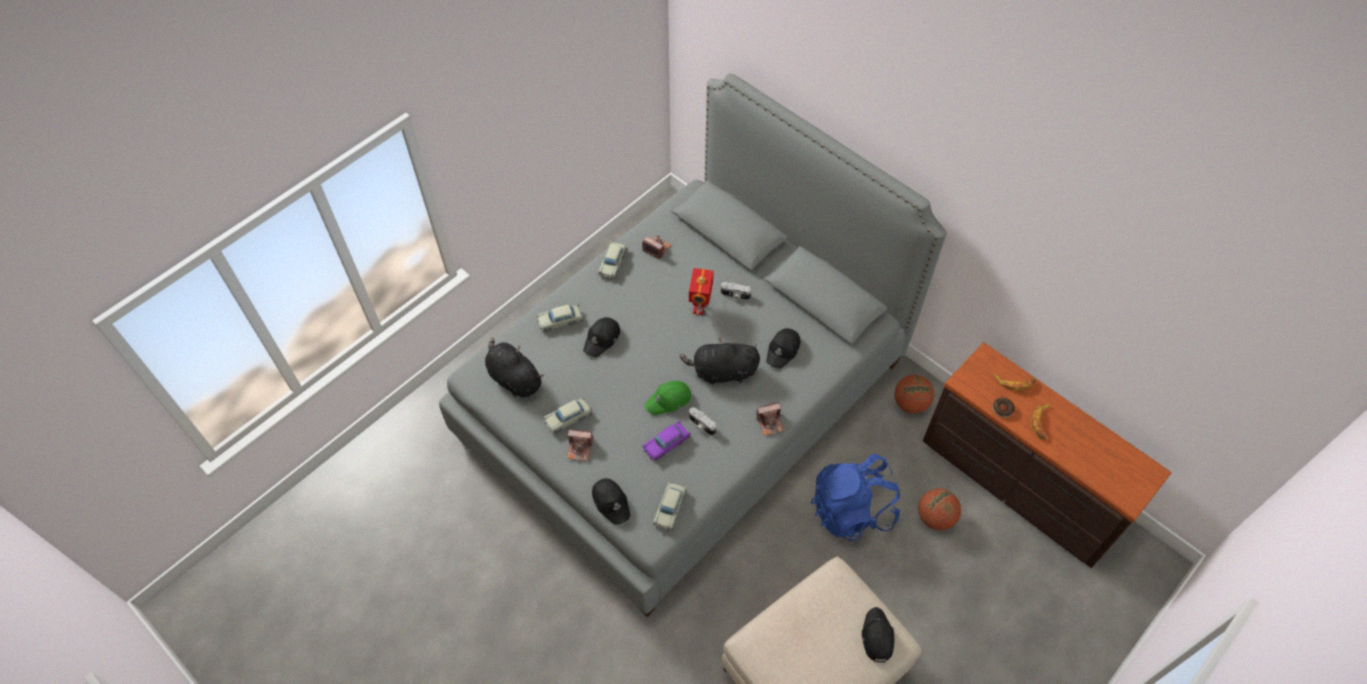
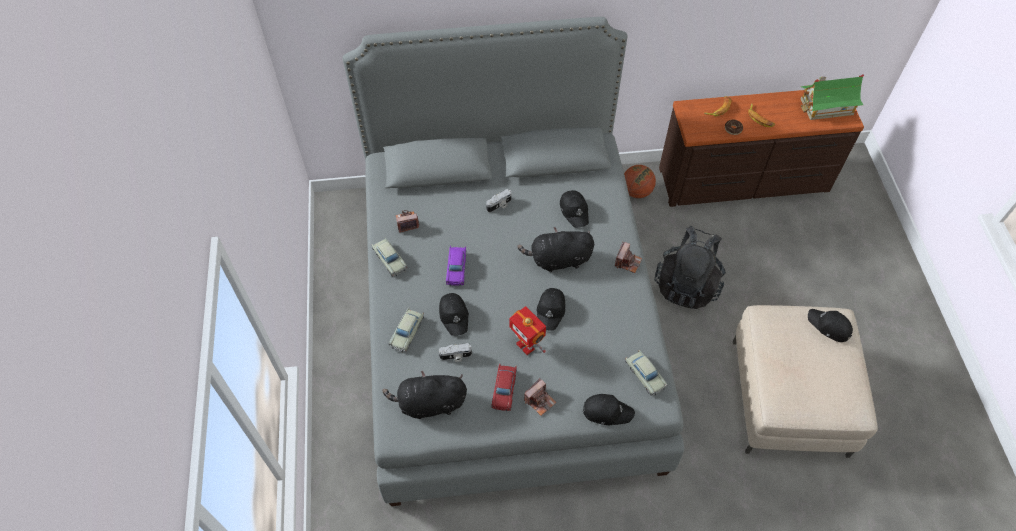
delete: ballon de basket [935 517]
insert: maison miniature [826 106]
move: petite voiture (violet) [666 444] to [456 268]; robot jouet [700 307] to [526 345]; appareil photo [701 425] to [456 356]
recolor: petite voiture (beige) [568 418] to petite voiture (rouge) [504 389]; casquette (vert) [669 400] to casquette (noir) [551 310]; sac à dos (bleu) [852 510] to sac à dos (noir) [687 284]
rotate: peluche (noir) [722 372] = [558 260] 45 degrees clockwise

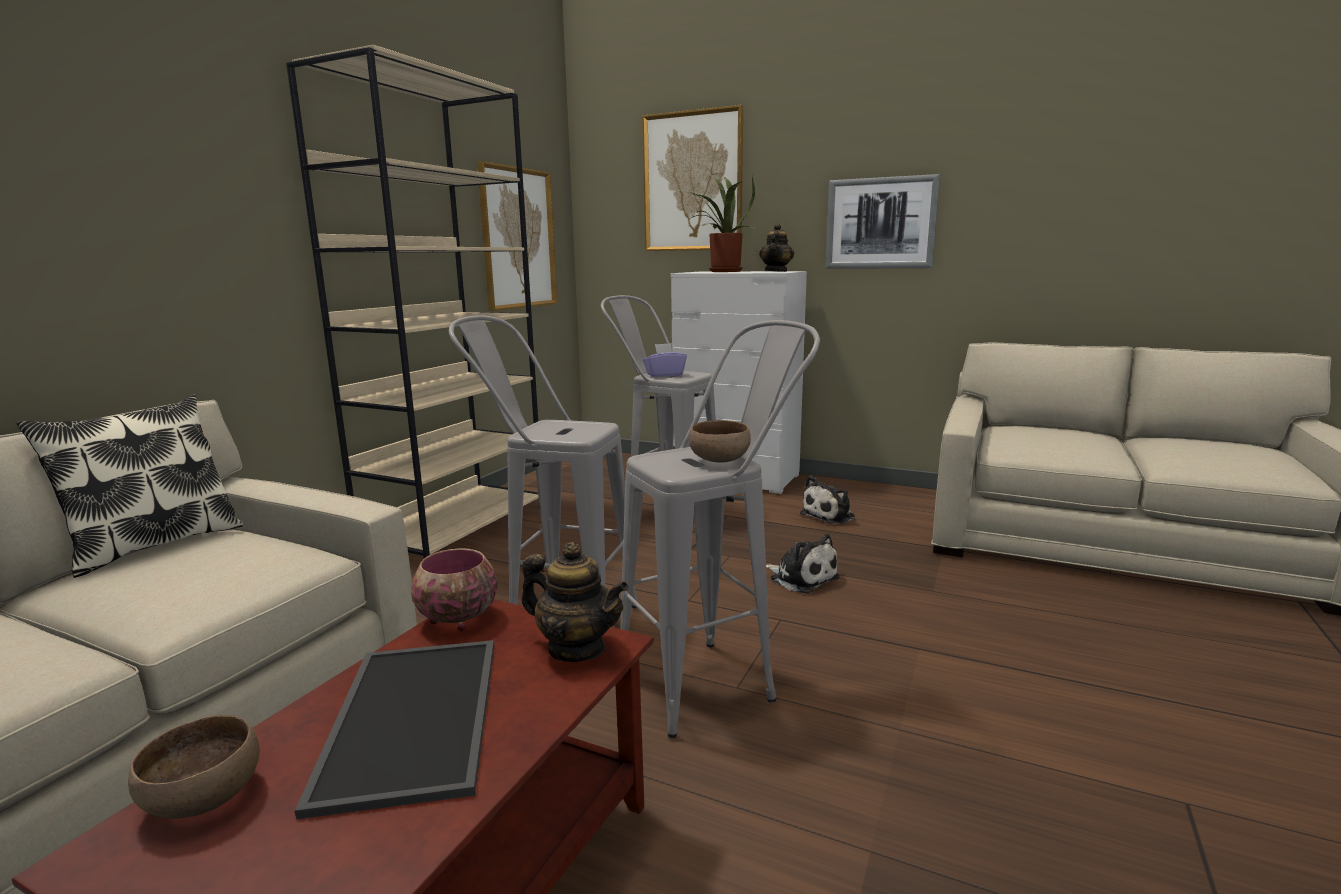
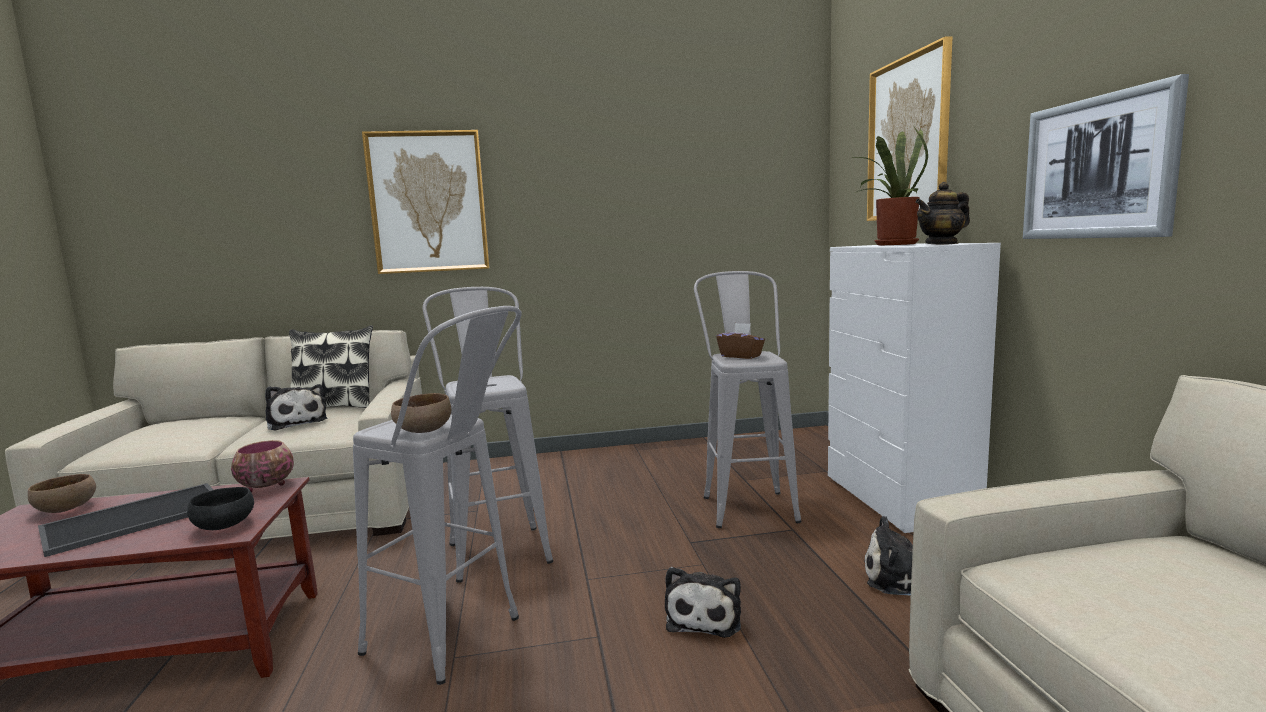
delete: bibliothèque (beige) [457 529]
insert: peluche [296 422]
move: tableau [518 239] to [428 202]
replace: théière [576 648] to bol (noir) [226 526]
recolor: boîte à mouchoirs (violet) [664 375] to boîte à mouchoirs (marron) [741 356]

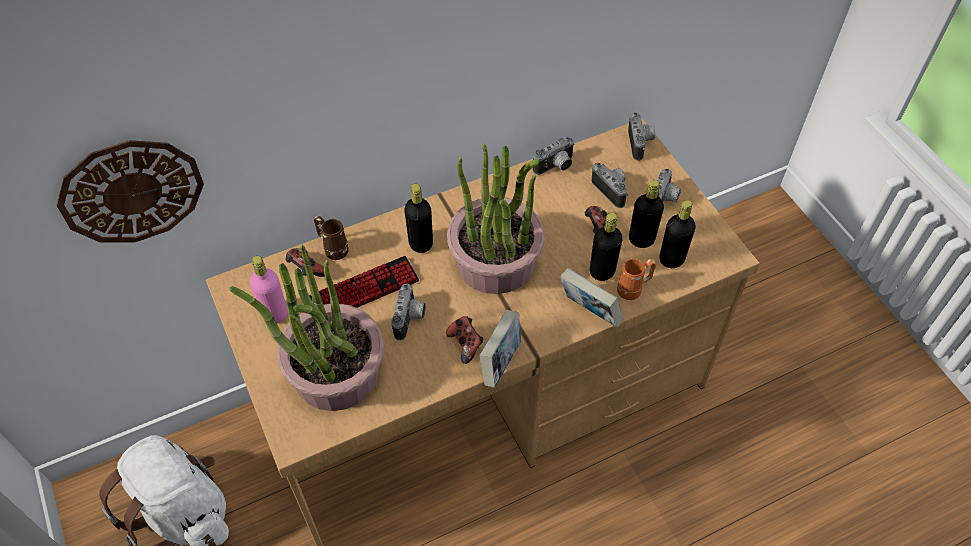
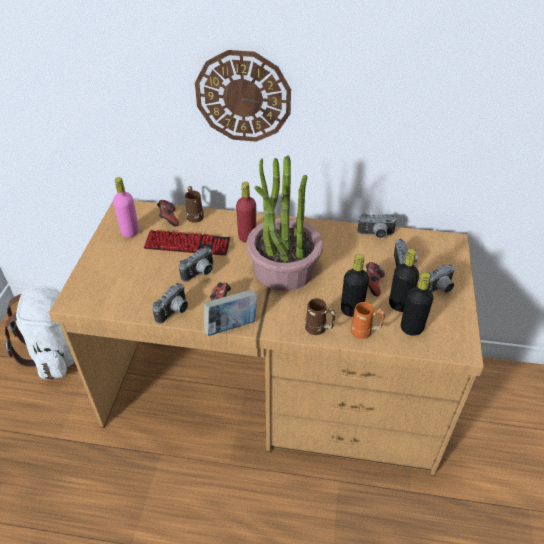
delete: plante en pot [335 373]
move: horloge murale [131 191] to [243 97]; appareil photo [641 144] to [175 312]
replace: livre [589 312] to mug (marron) [319 329]
recolor: bouteille (noir) [421 243] to bouteille (rouge) [247 236]

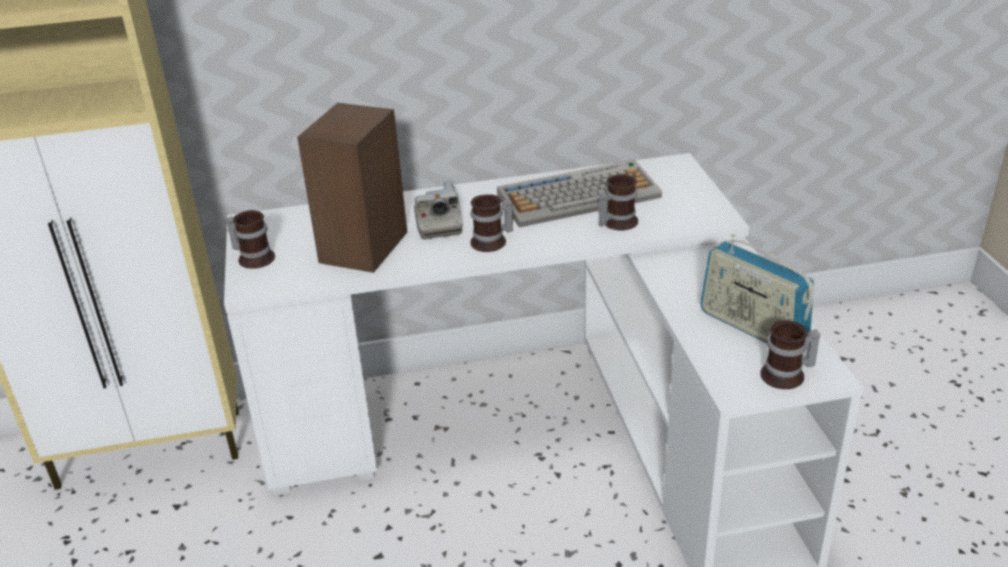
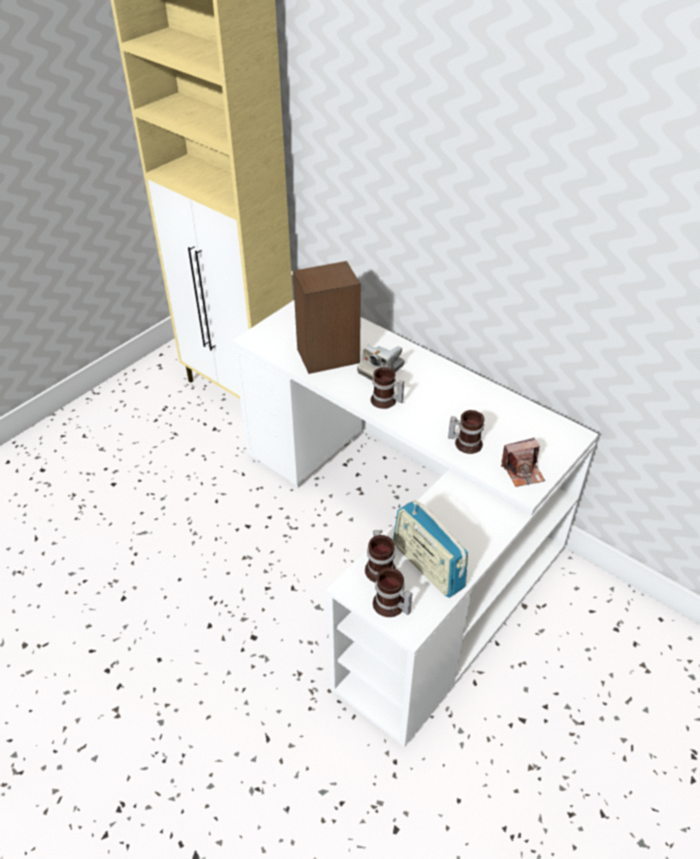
delete: clavier [579 196]
insert: appareil photo [522 471]
move: mug [254 257] to [381 567]
rotate: radio [752 327] = [428 566] 45 degrees counterclockwise

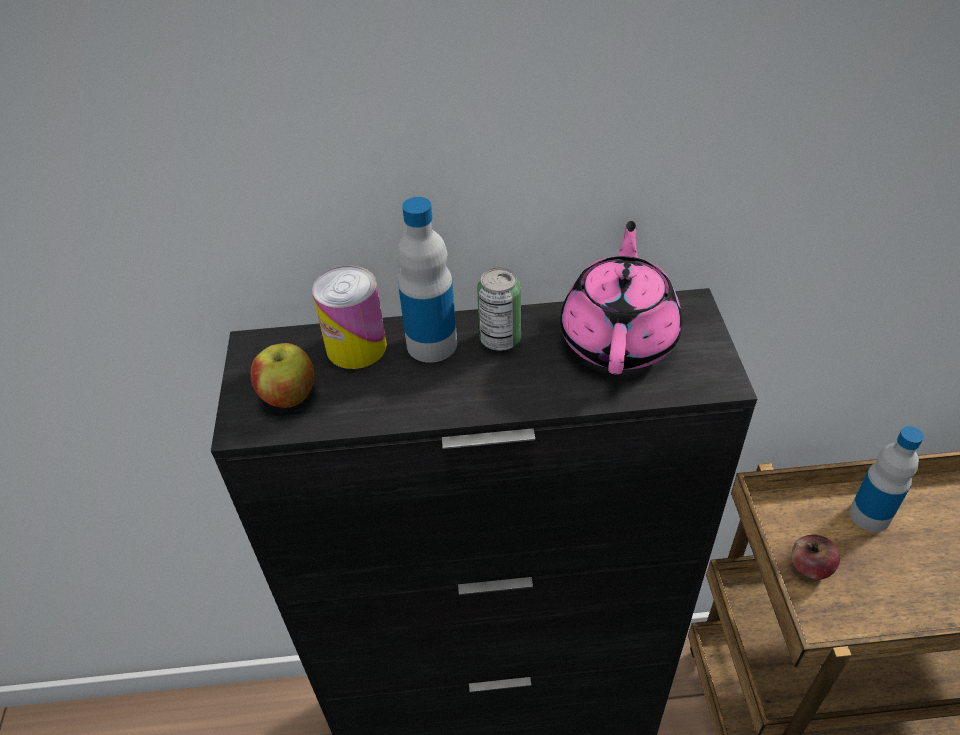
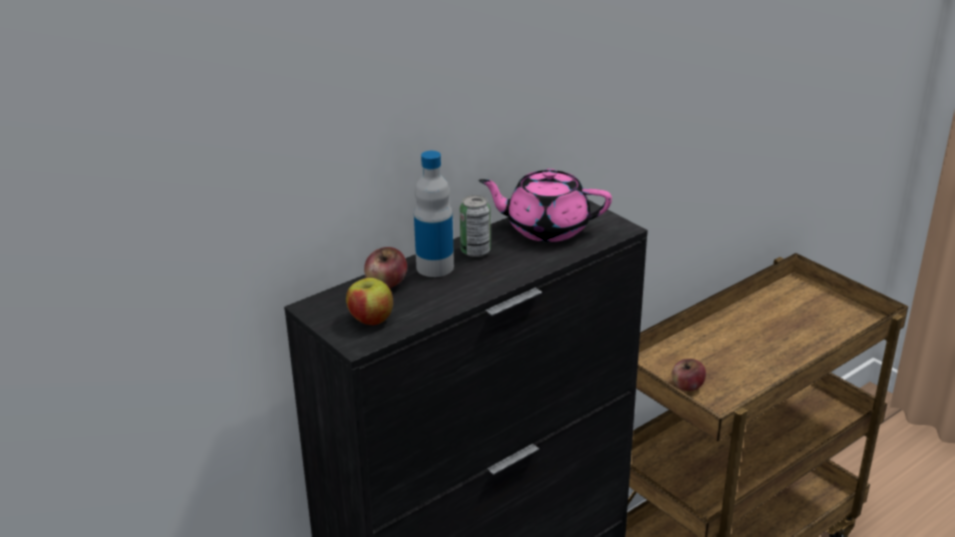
delete: bouteille [869 515]
replace: boîte métallique [356 347] to pomme [386 284]
rotate: théière (rose) [619 337] = [546 228] 60 degrees counterclockwise

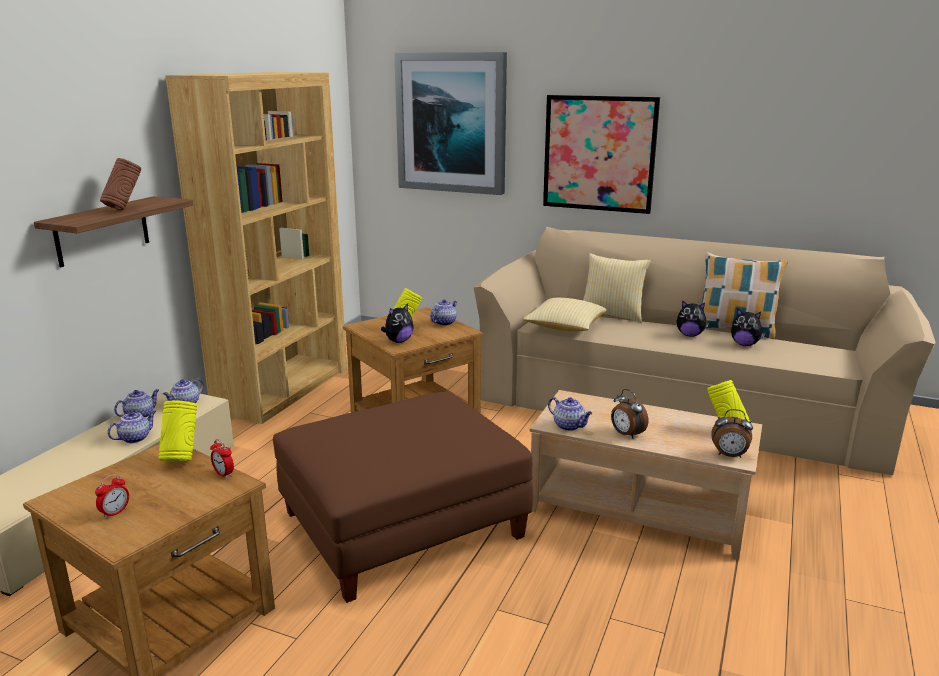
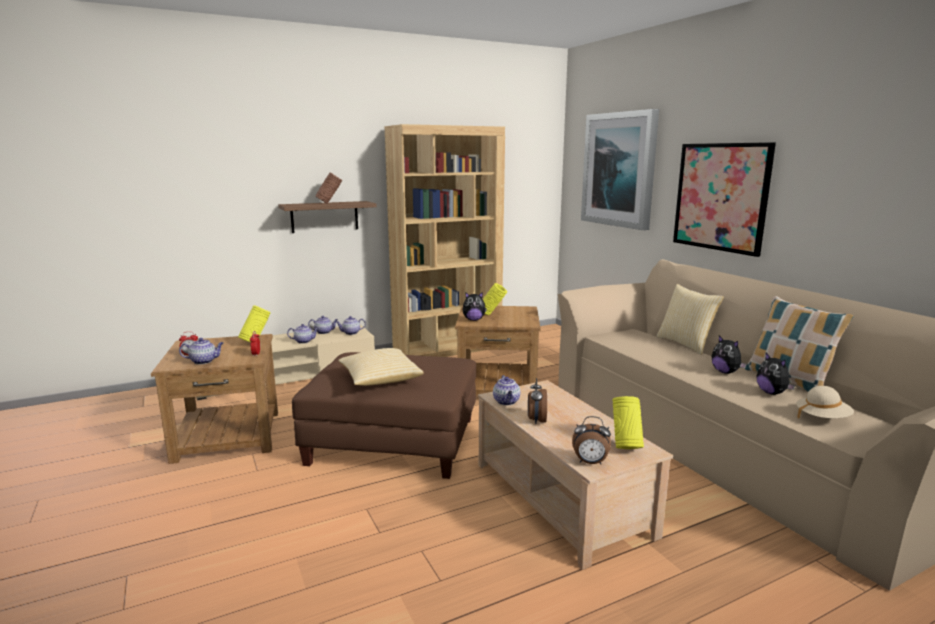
insert: chapeau (beige) [822 418]
move: théière [444 322] to [204 361]; coussin [565 327] to [380 380]
rotate: réveil [729 455] = [590 462] 45 degrees counterclockwise

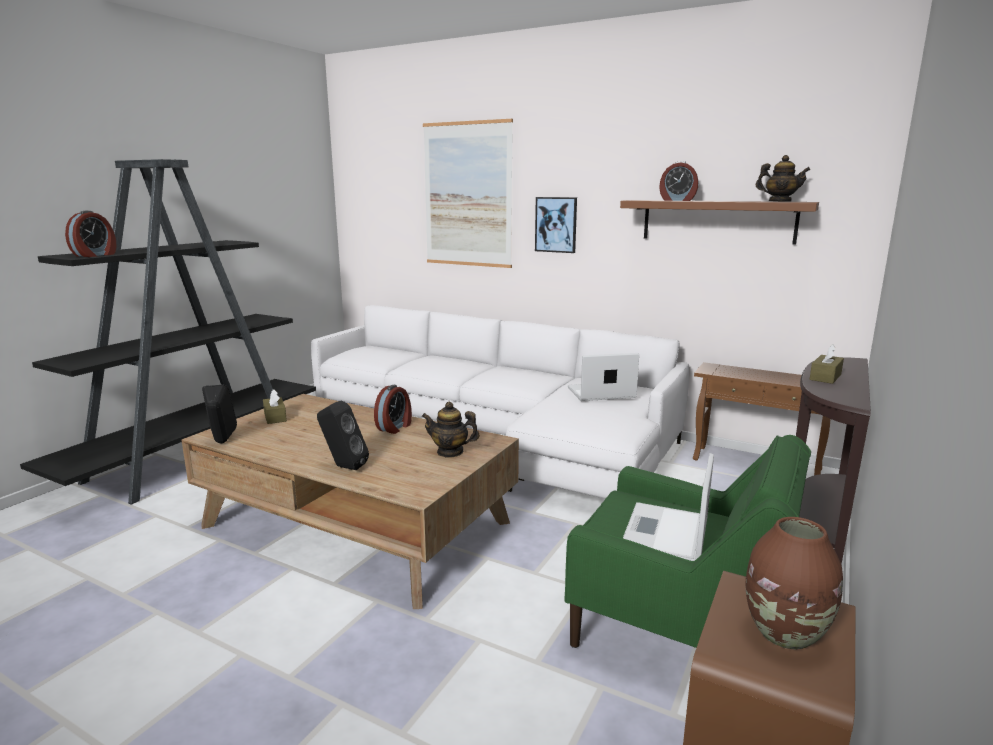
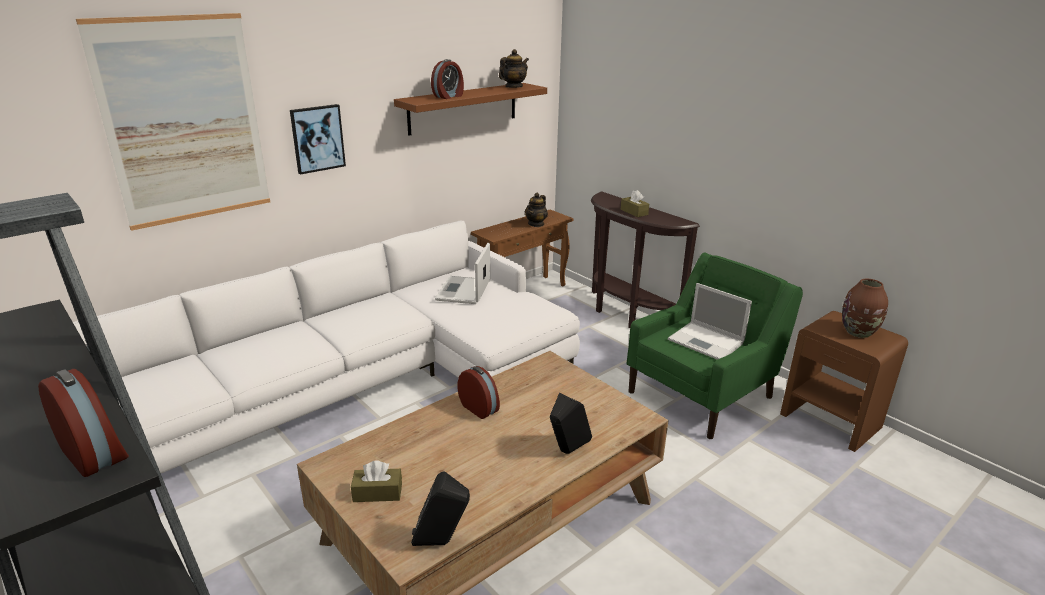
move: théière [450 452] to [536 224]

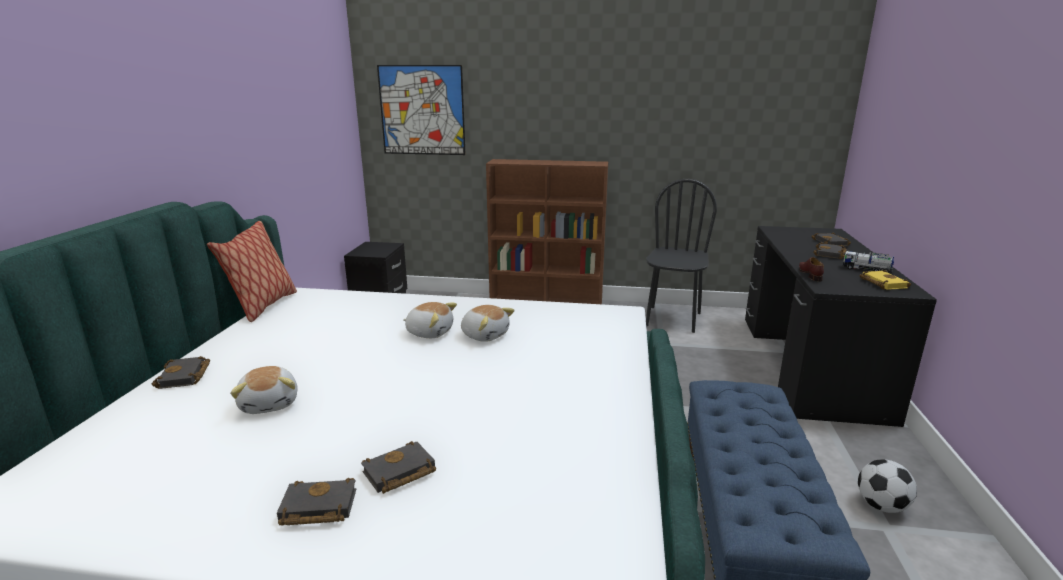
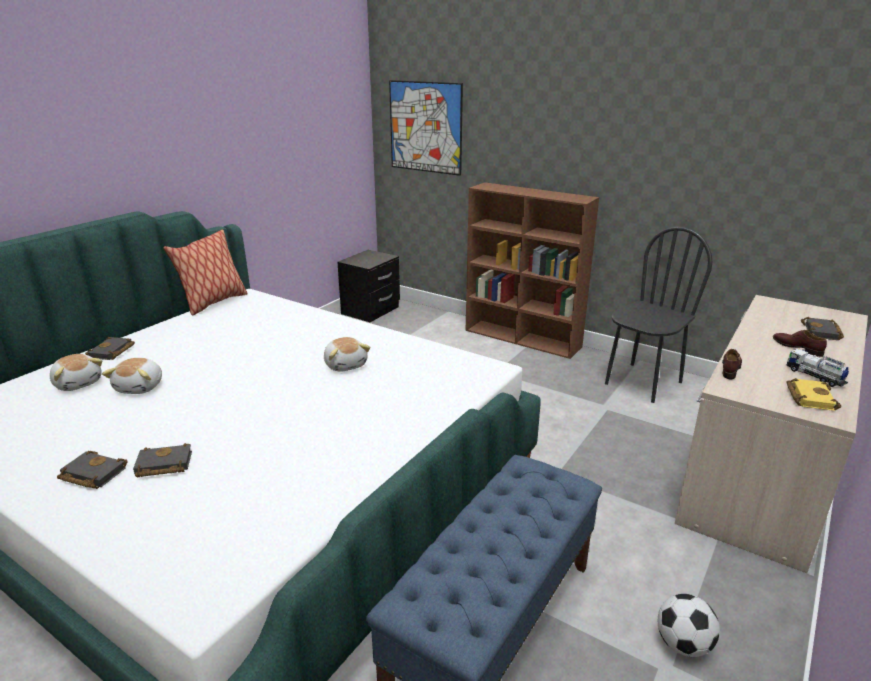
move: peluche [430 332] to [78 383]
replace: livre (noir) [830 254] to chaussure (marron) [797 347]
recolor: bureau (noir) [809 364] to bureau (beige) [760 470]

